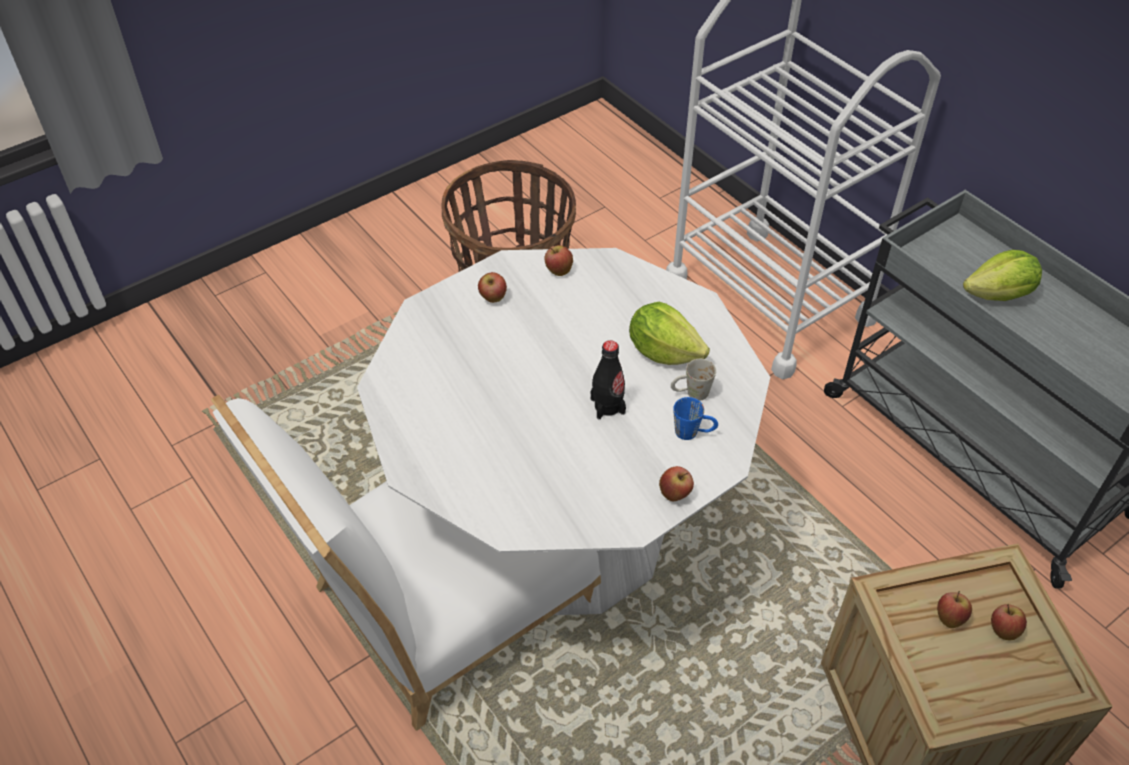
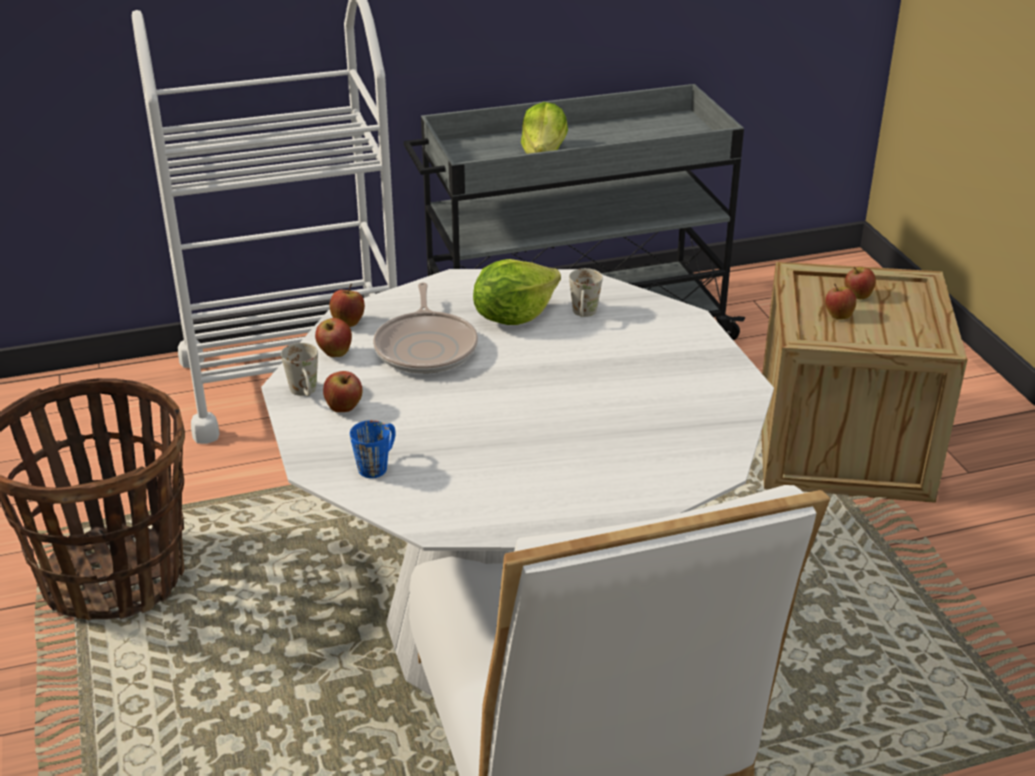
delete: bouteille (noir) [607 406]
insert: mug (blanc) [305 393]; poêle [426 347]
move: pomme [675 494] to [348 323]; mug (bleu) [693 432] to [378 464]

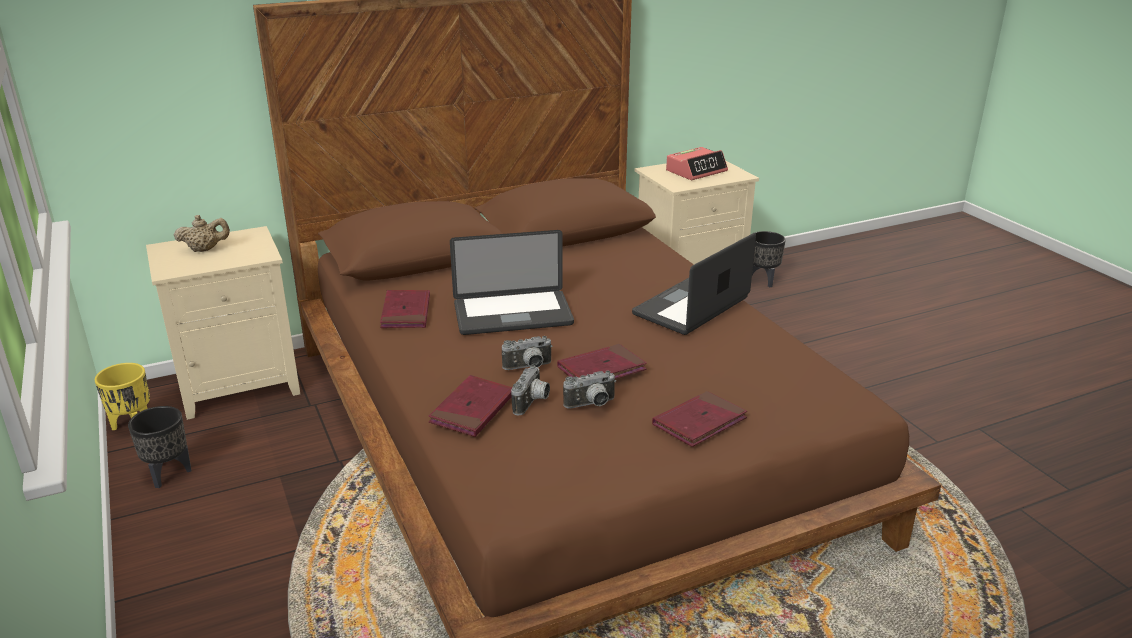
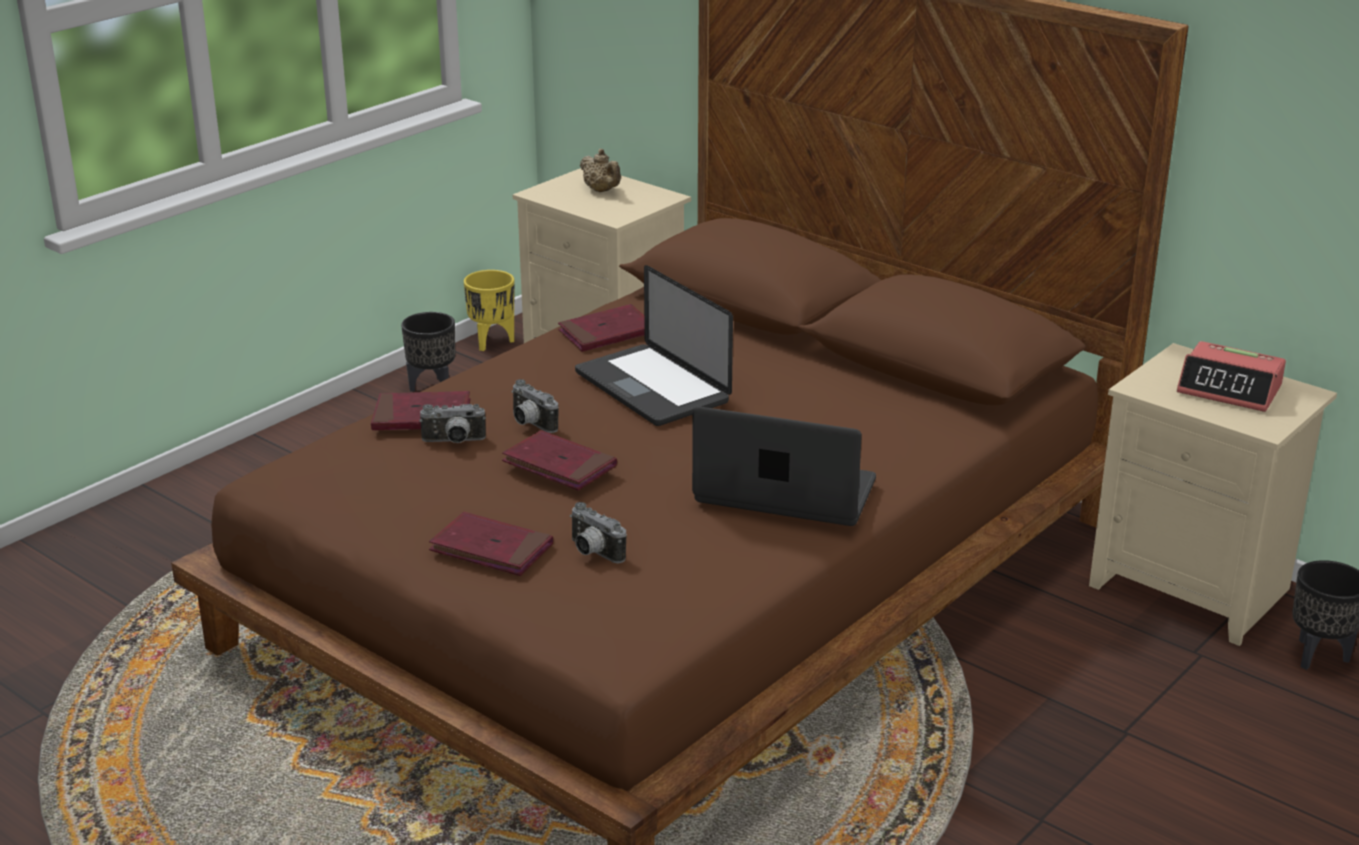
move: appareil photo [591 405] to [592 552]

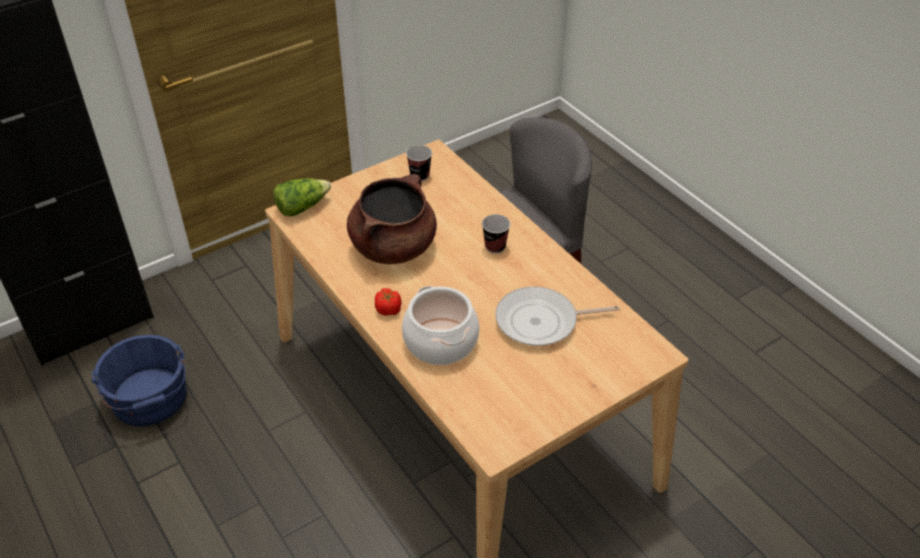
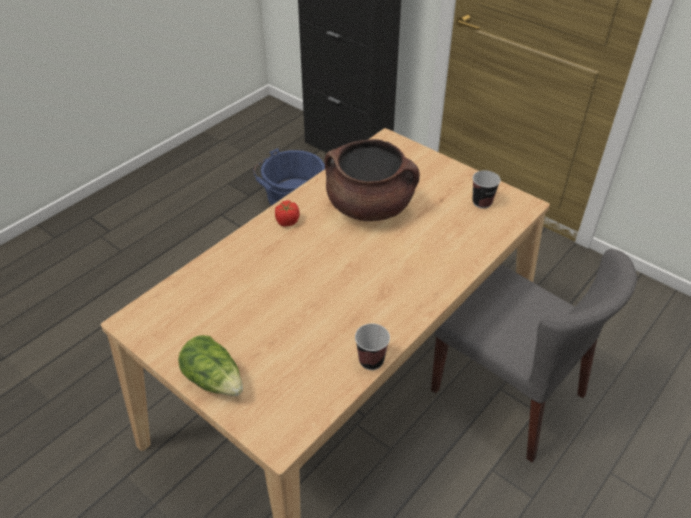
delete: marmite [441 342]; poêle [541 322]
move: laitue [302 207] to [215 379]; tasse [495 247] to [371 360]

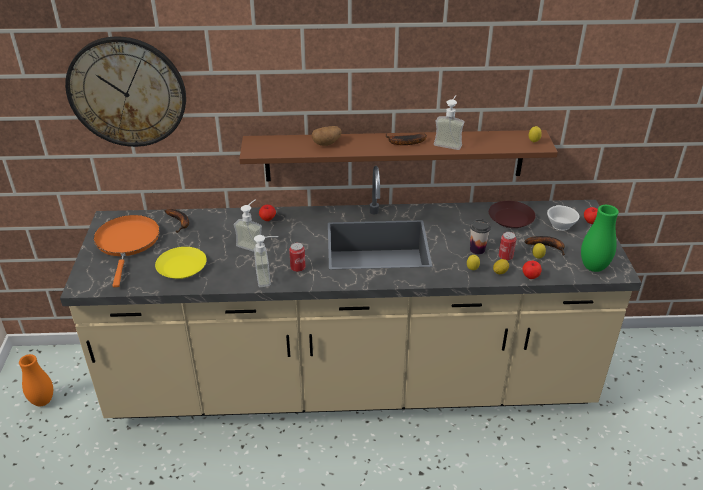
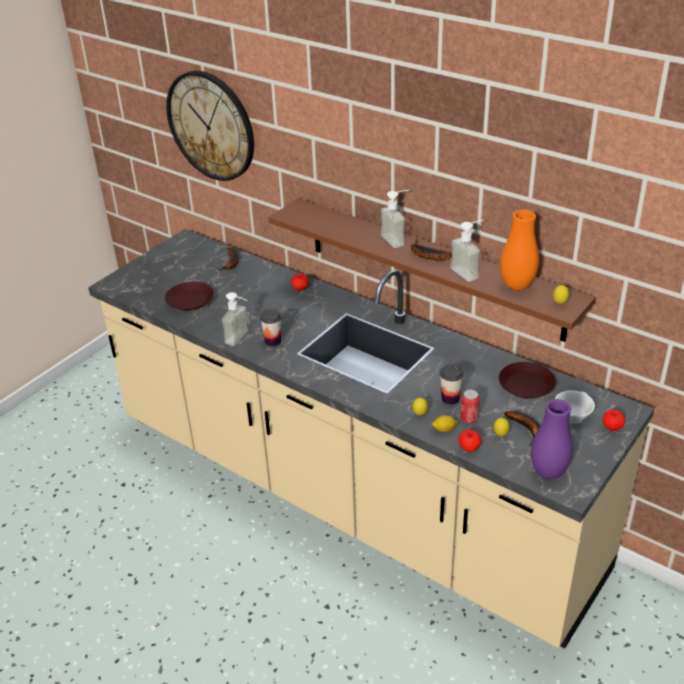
delete: poêle (orange) [127 243]; pomme de terre [326 143]
move: vase (orange) [43 401] to [517 286]; distributeur de savon [253 244] to [398 239]
replace: boîte métallique [298 268] to tasse [273 341]
recolor: assiette (jaune) [182 267] to assiette (marron) [190 300]; vase (vert) [593 267] to vase (violet) [548 472]

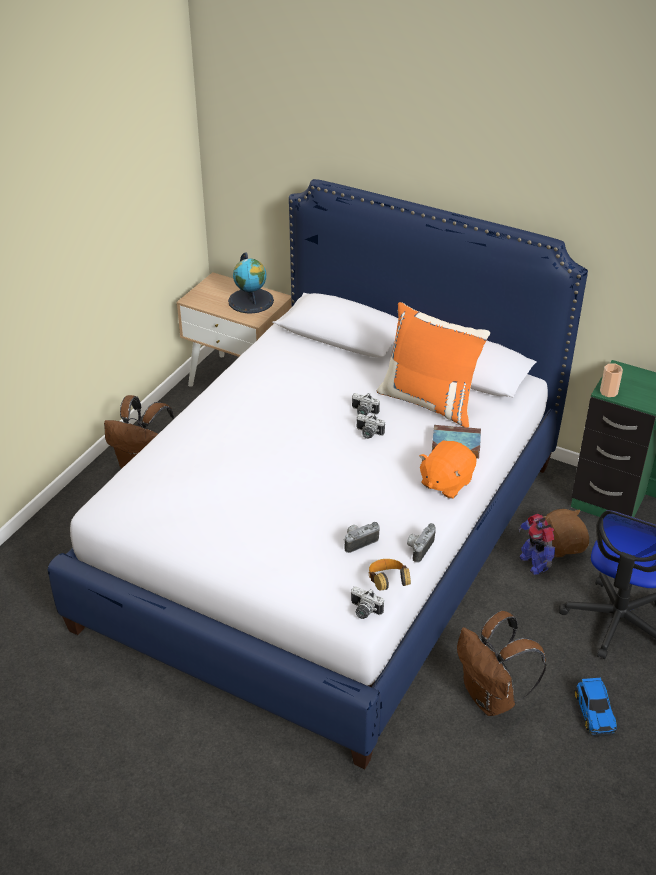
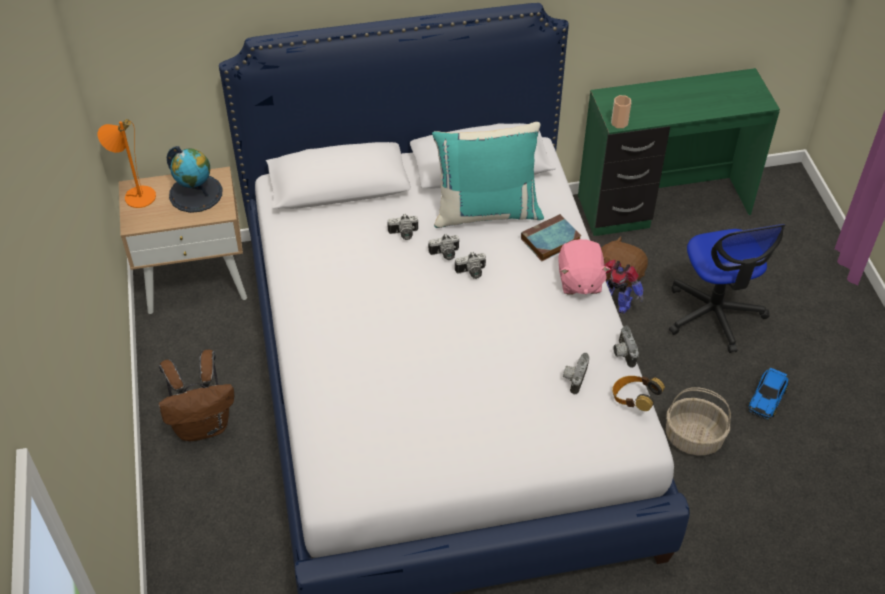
insert: lampe de table (orange) [135 194]
move: appareil photo [363 611] to [404 234]
replace: sac à dos (marron) [492 697] to panier [694 437]
recolor: coussin (orange) [429 402] to coussin (turquoise) [486 211]; peluche (orange) [445 483] to peluche (rose) [579 281]
rotate: petite voiture [595 711] = [767 398] 75 degrees clockwise

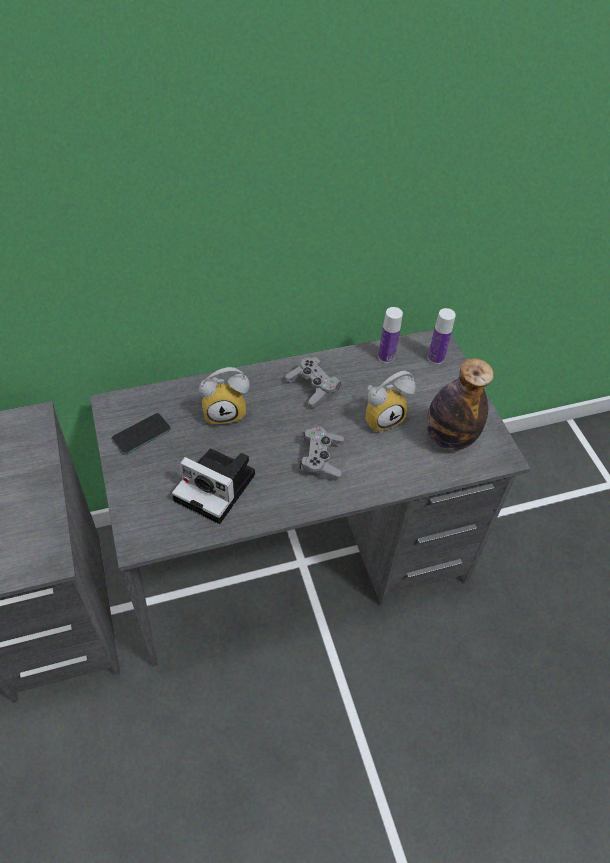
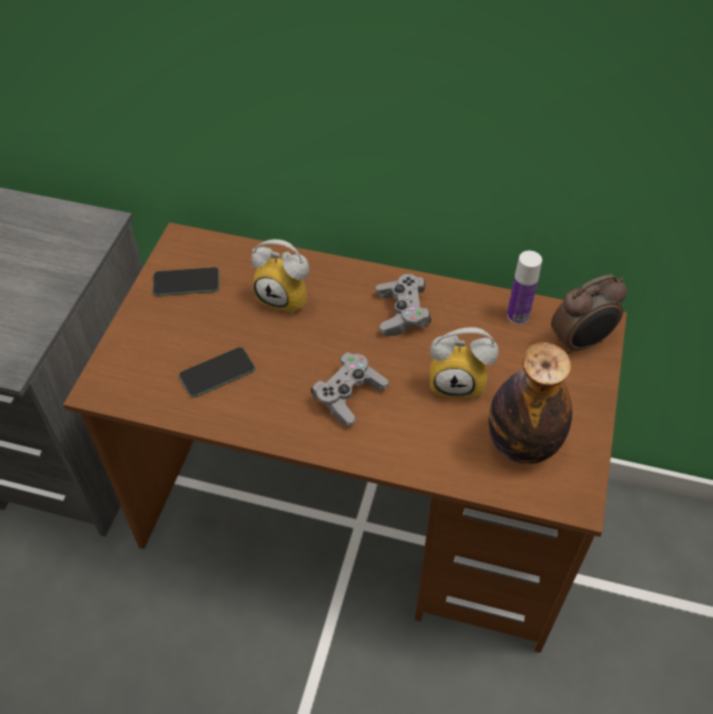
replace: appareil photo [218 488] to téléphone [217 373]; bouteille [435 358] to réveil [580 343]
recolor: bureau (gris) [296 557] to bureau (marron) [357 516]

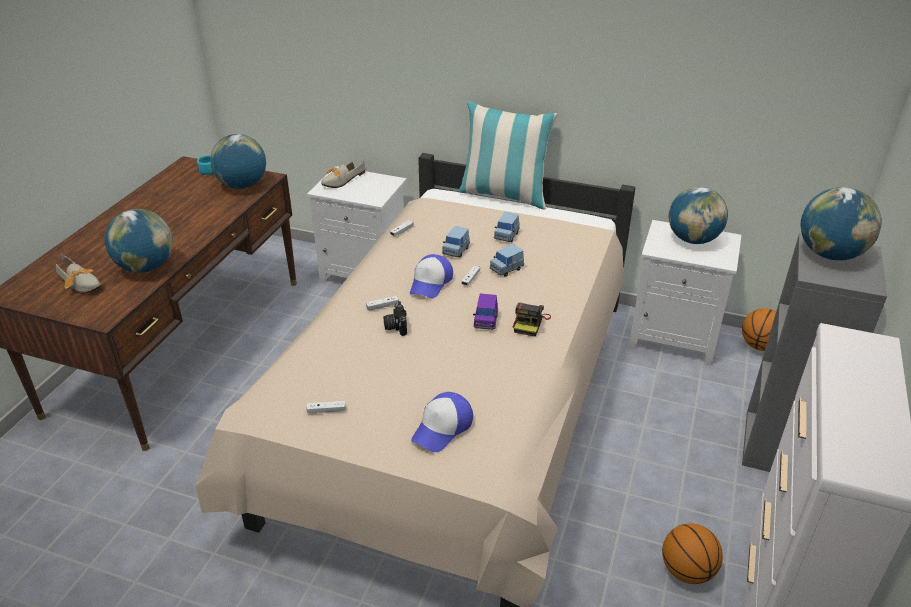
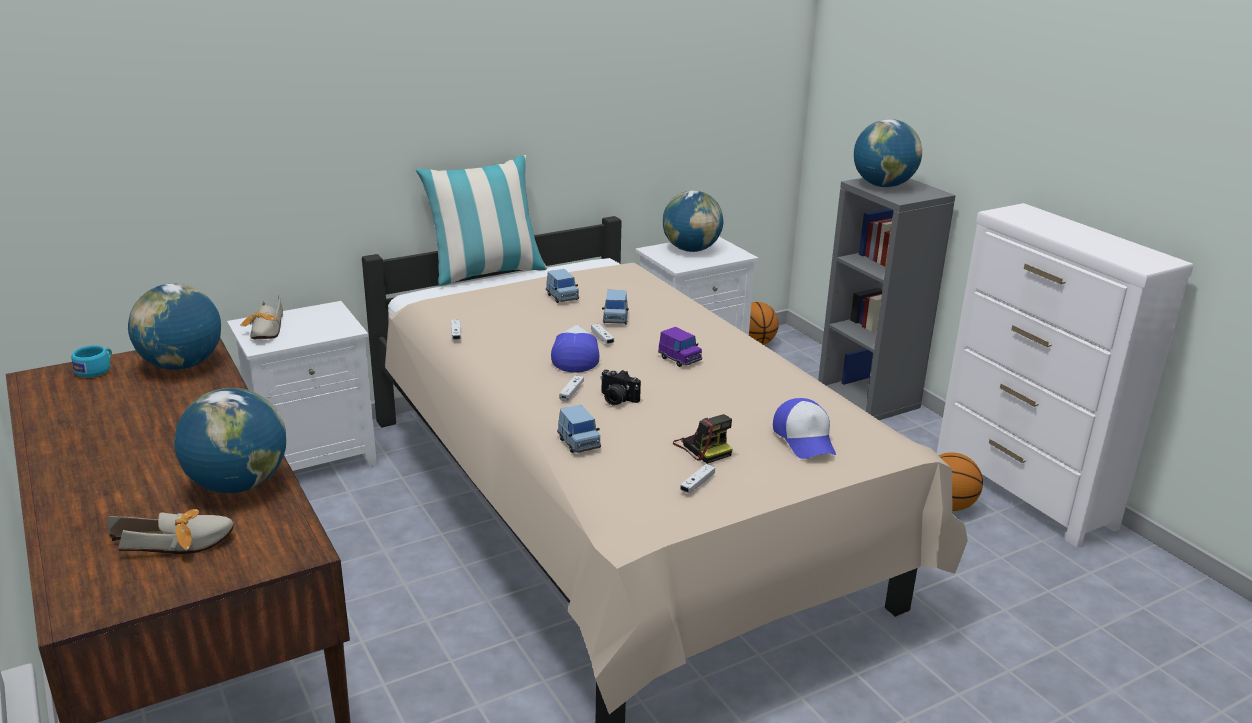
move: petite voiture (bleu) [456 250] to [579 443]; appareil photo [530 323] to [703 447]
rotate: casquette [431 283] = [575 356] 150 degrees counterclockwise

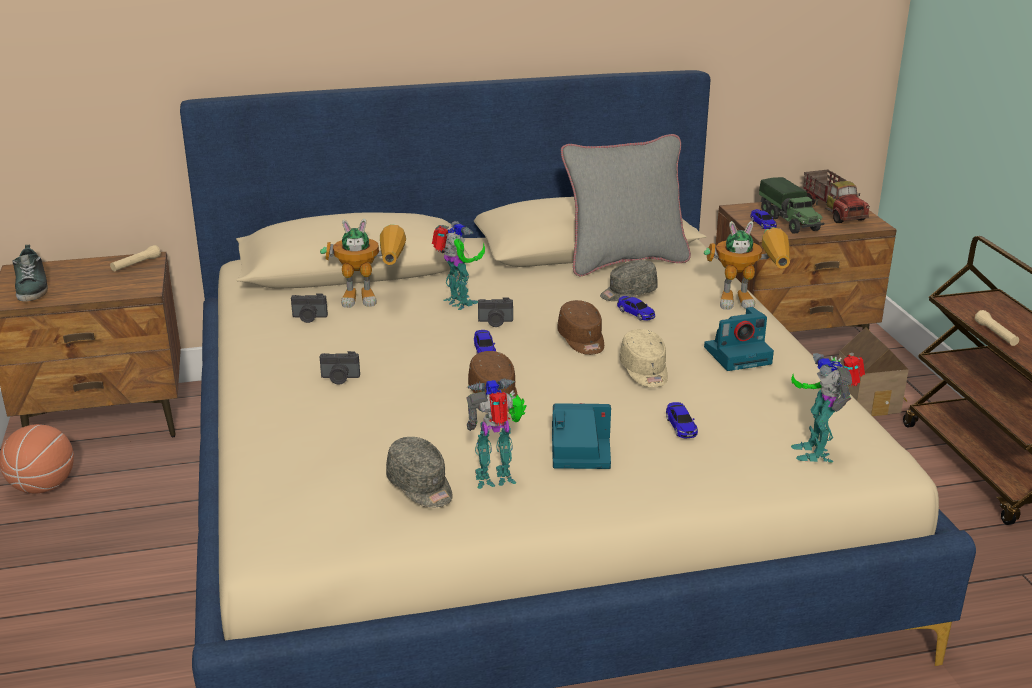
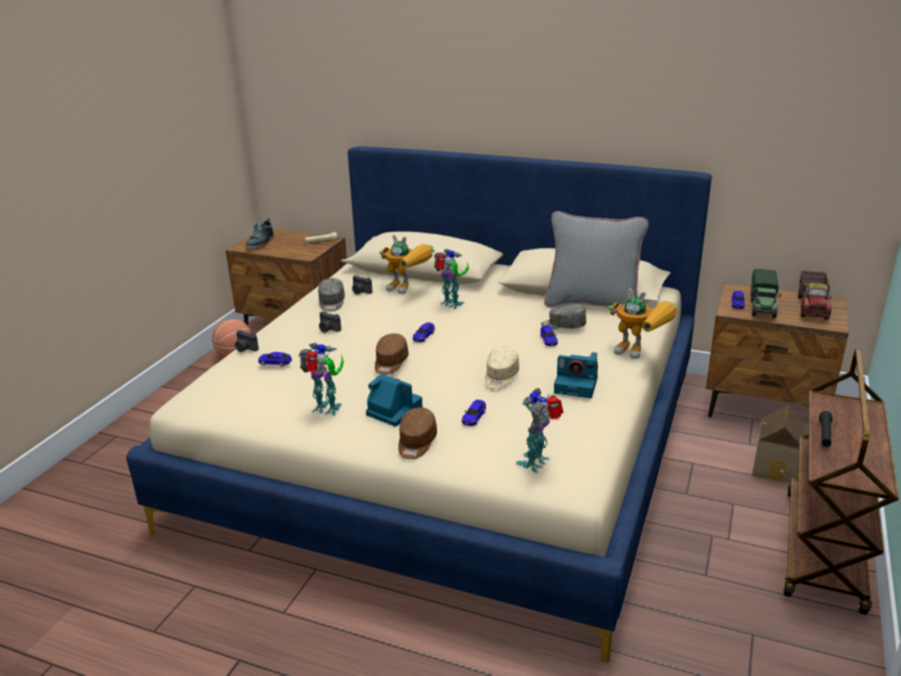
insert: petite voiture [275 363]
move: casquette (gris) [421 486] to [331 303]; appareil photo [495 322] to [245 349]; casquette (marron) [582 340] to [416 443]
recolor: lampe de poche (beige) [996 334] to lampe de poche (noir) [824 434]
rotate: robot jouet [458 303] = [451 305] 45 degrees counterclockwise

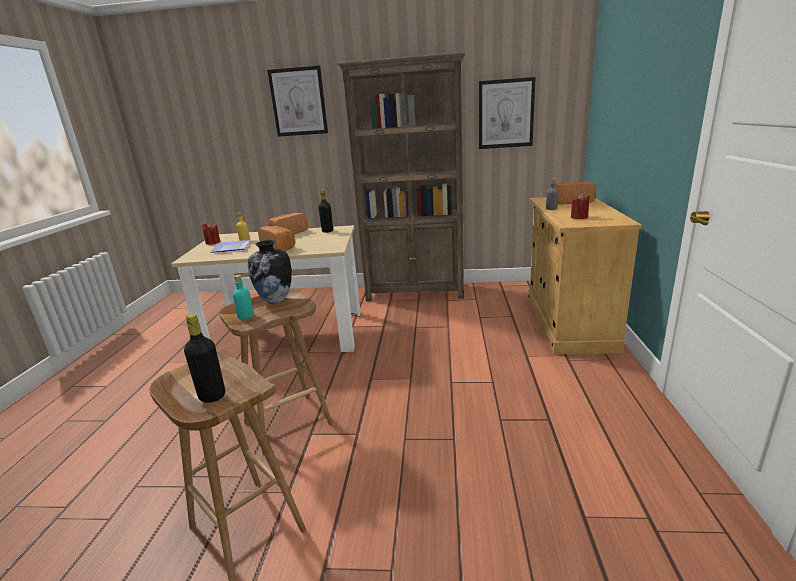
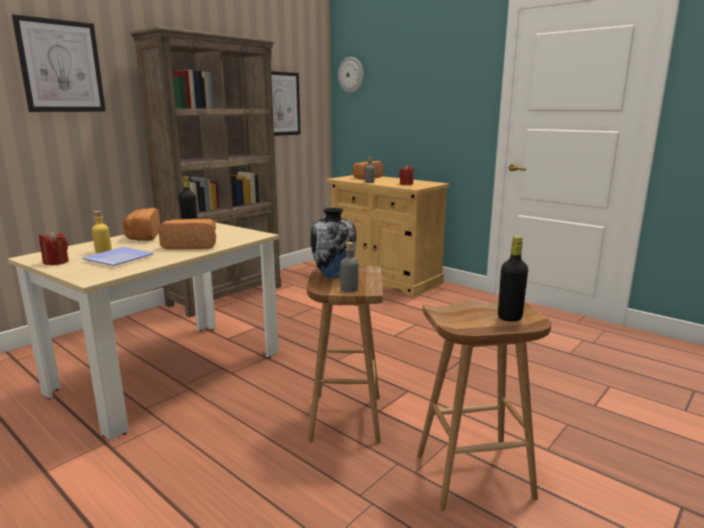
insert: horloge murale [351 75]
recolor: bouteille (turquoise) [245 315] to bouteille (gris) [349 289]

